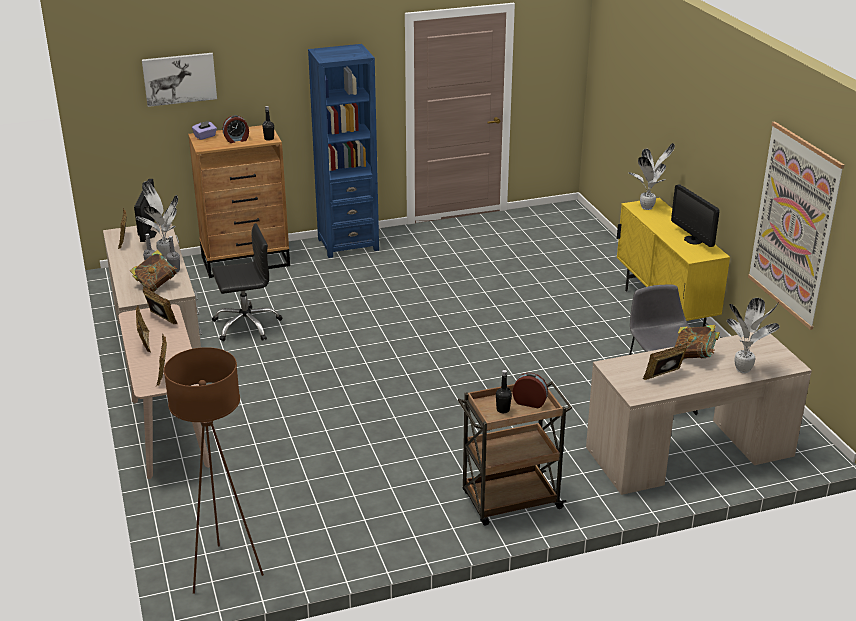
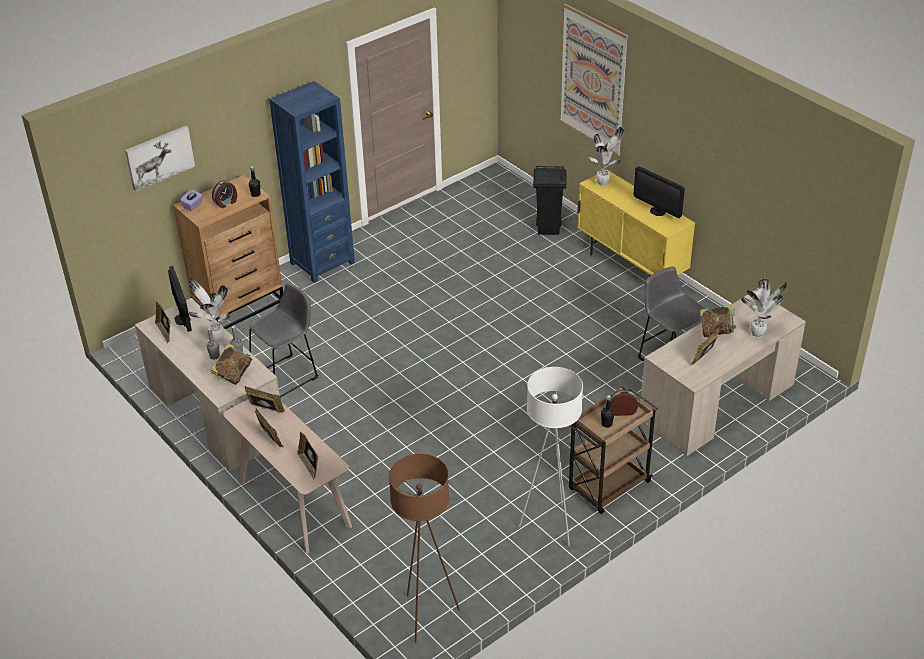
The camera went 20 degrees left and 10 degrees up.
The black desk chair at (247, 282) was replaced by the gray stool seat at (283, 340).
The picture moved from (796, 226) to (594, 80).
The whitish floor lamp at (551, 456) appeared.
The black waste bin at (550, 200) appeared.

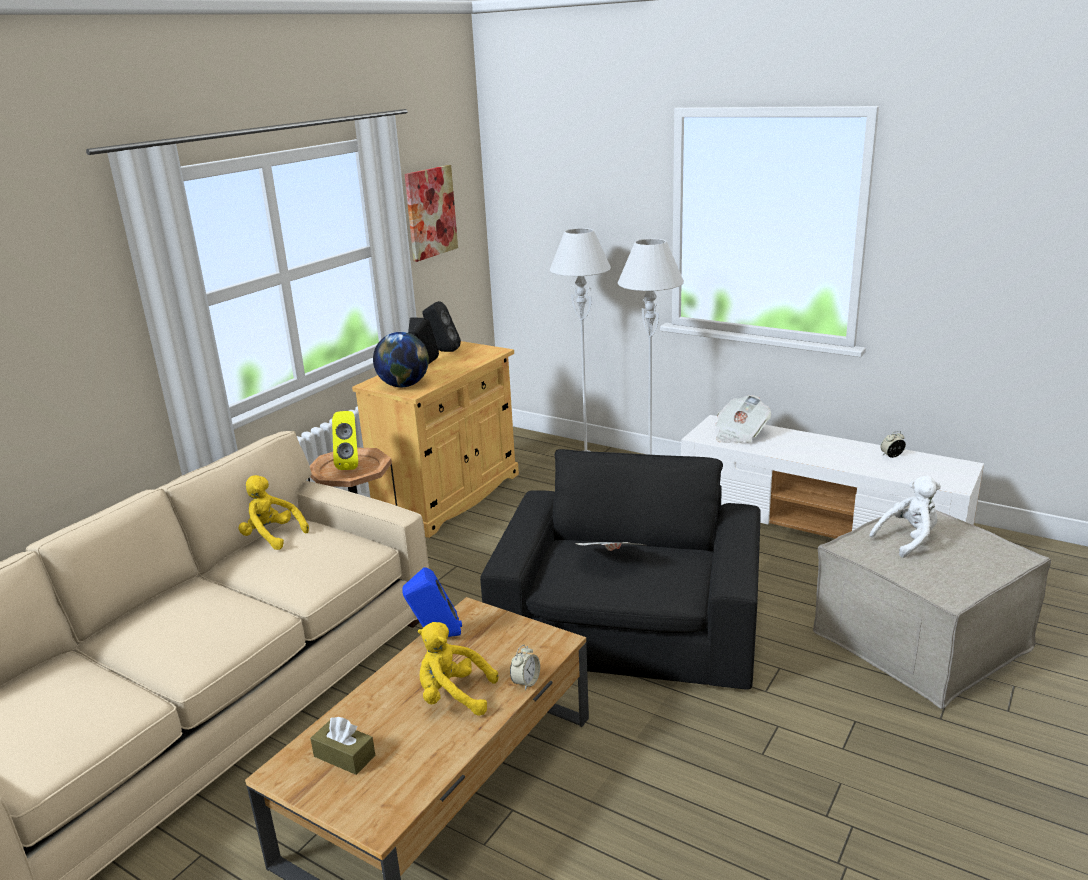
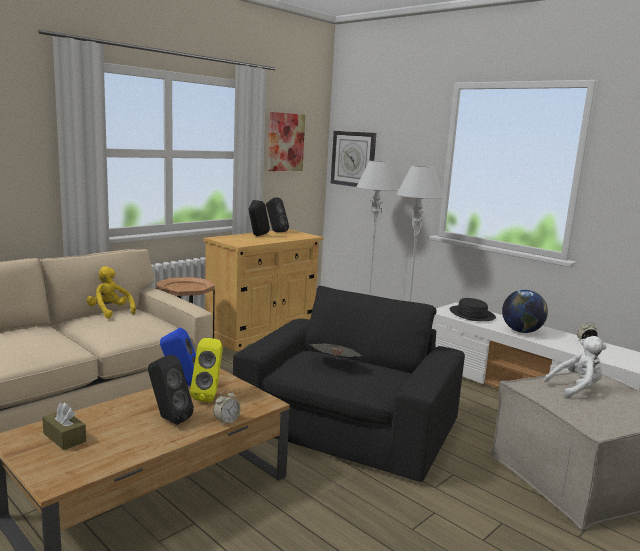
The camera went 10 degrees right and 10 degrees down.
The yellow-coloured speaker moved from (345, 440) to (206, 370).
The world globe moved from (401, 359) to (525, 311).
The yellow-coloured plush toy at (458, 669) was replaced by the black speaker at (171, 390).
The daily paper at (743, 419) was replaced by the black hat at (473, 309).
The clock on the wall at (353, 159) appeared.

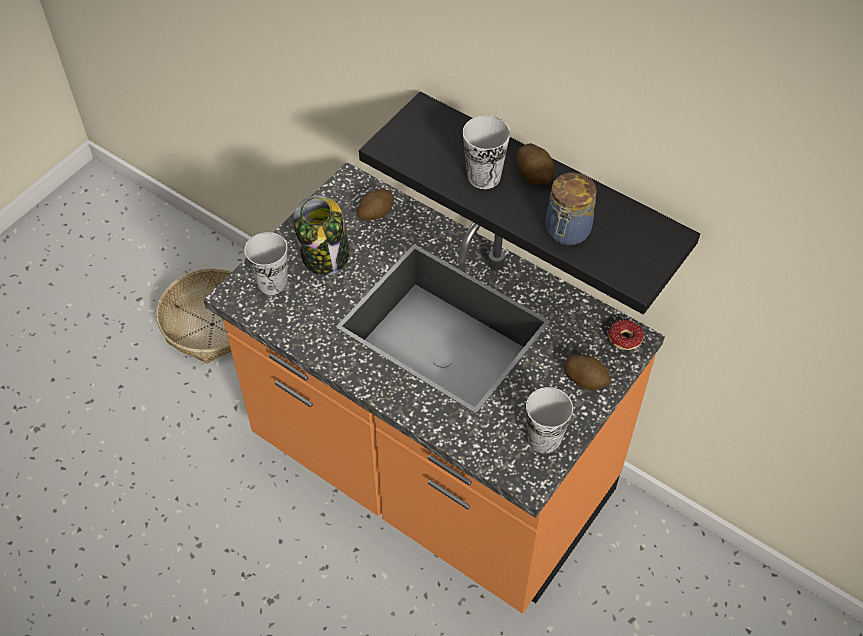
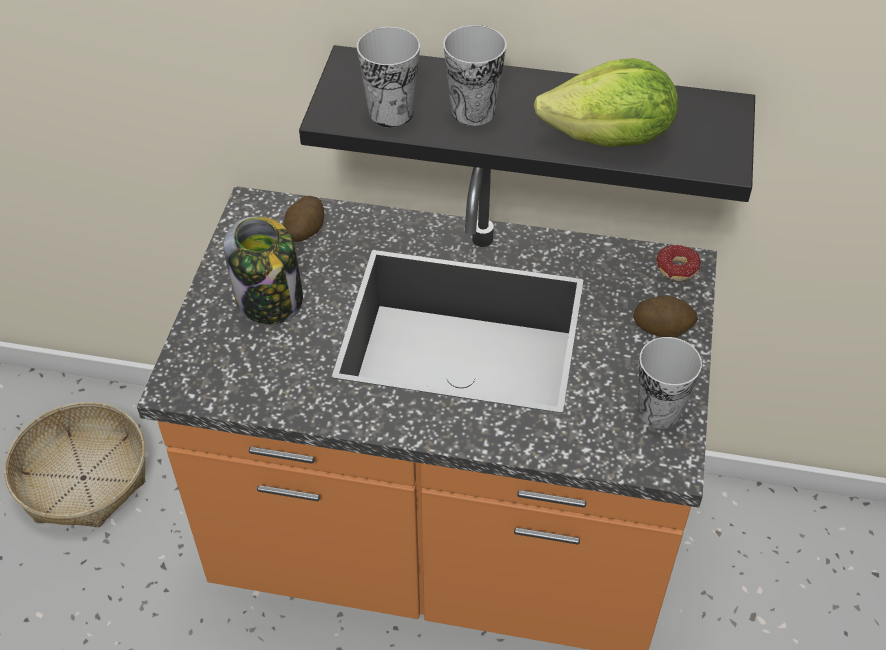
The camera went 25 degrees left and 5 degrees down.
The small cup moved from (266, 264) to (388, 77).
The potato at (535, 163) disappeared.
The preserve jar at (571, 209) was replaced by the lettuce at (606, 102).

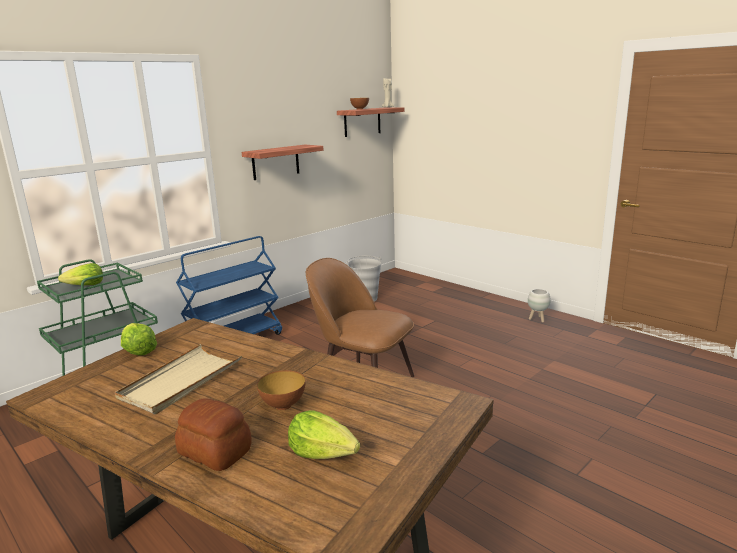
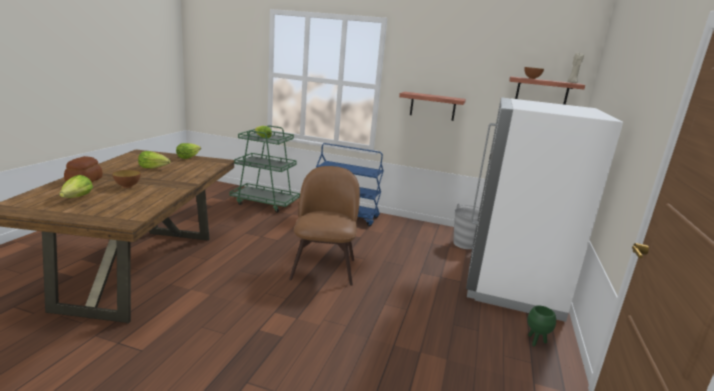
The camera went 60 degrees right and 0 degrees up.
The sand-coloured carrying tray at (178, 379) was replaced by the lettuce at (154, 159).
The whitish plant pot at (539, 305) became the green plant pot at (541, 326).
The whitish fridge at (544, 209) appeared.

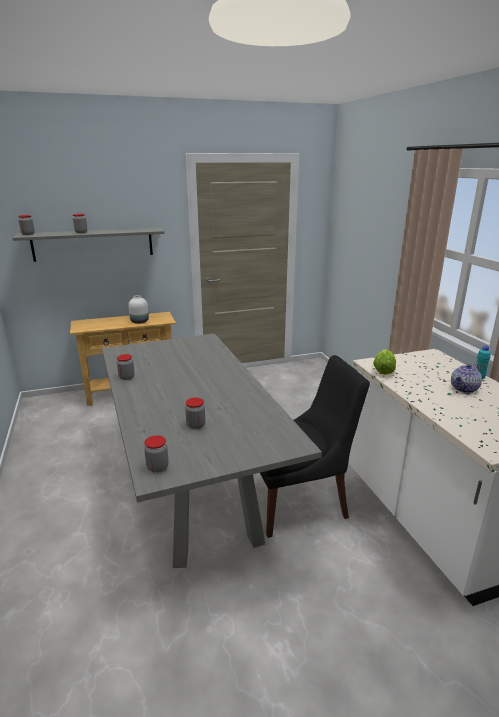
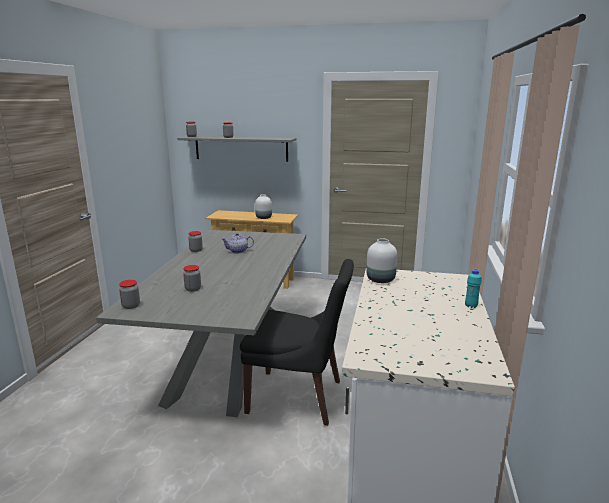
The camera went 30 degrees right and 5 degrees down.
The lettuce at (384, 362) was replaced by the whitish vase at (381, 260).
The tea pot moved from (466, 378) to (237, 243).

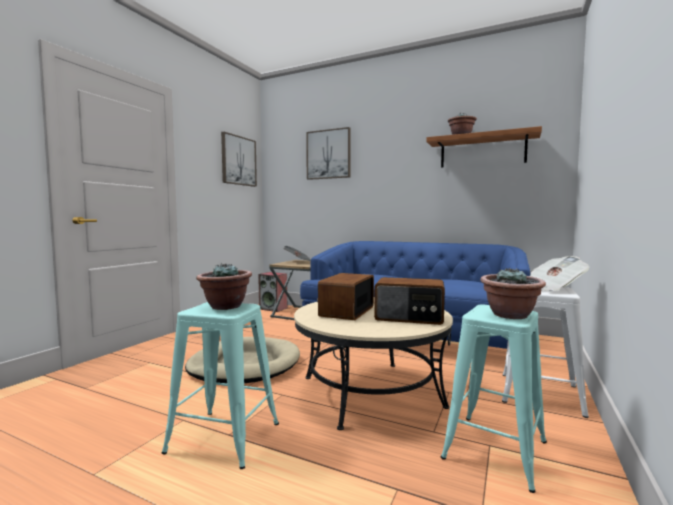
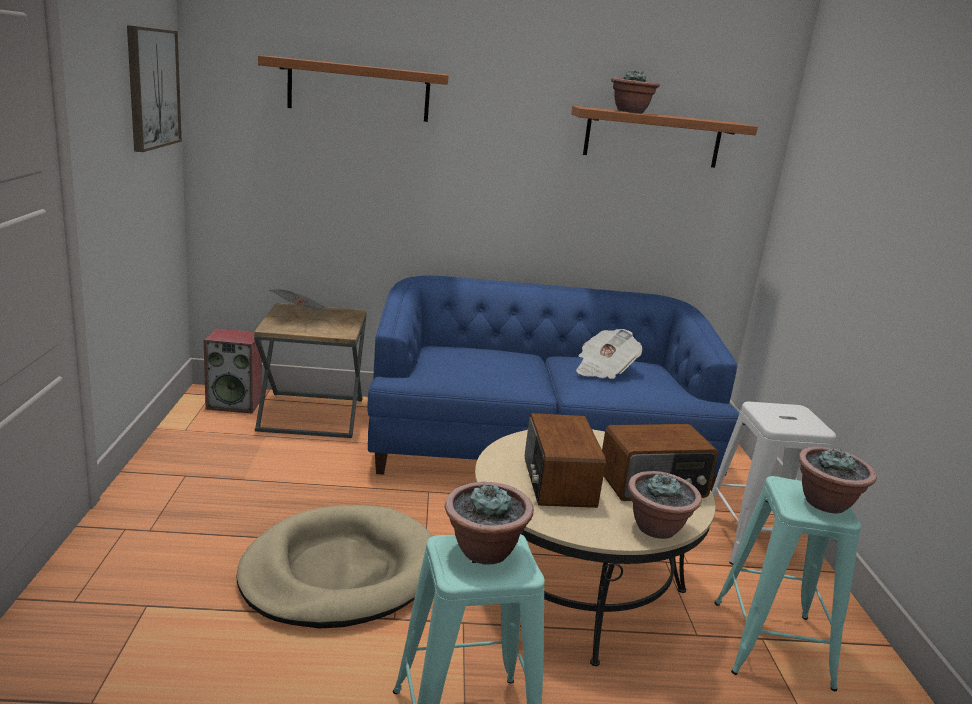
The camera went 30 degrees left and 15 degrees up.
The picture at (328, 153) was replaced by the wall shelf at (353, 88).
The daily paper moved from (559, 273) to (609, 354).
The plant in a pot at (665, 505) appeared.

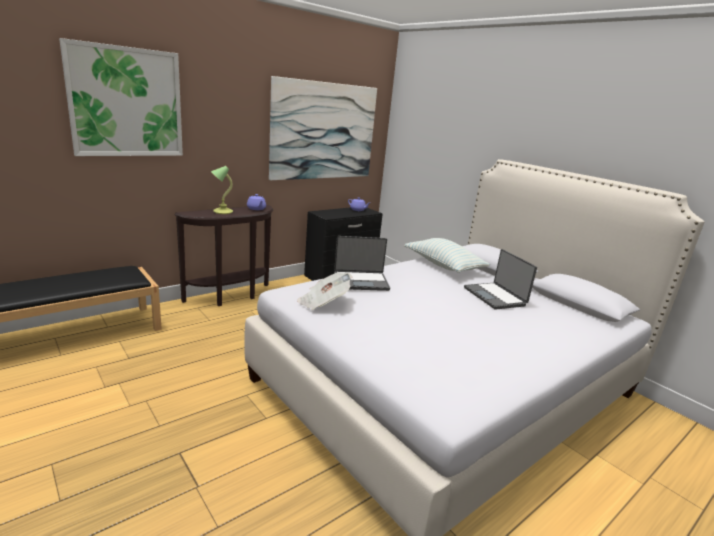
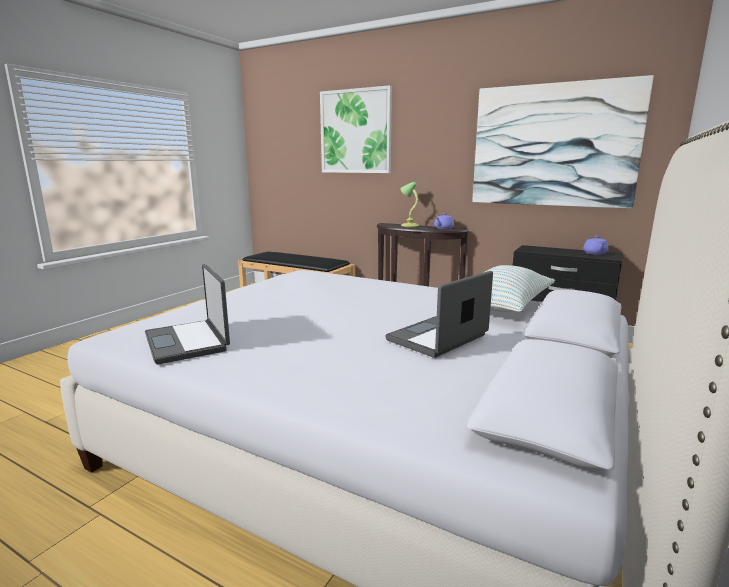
The camera went 70 degrees right and 5 degrees down.
The daily paper at (325, 291) disappeared.
The portable computer moved from (362, 263) to (187, 314).

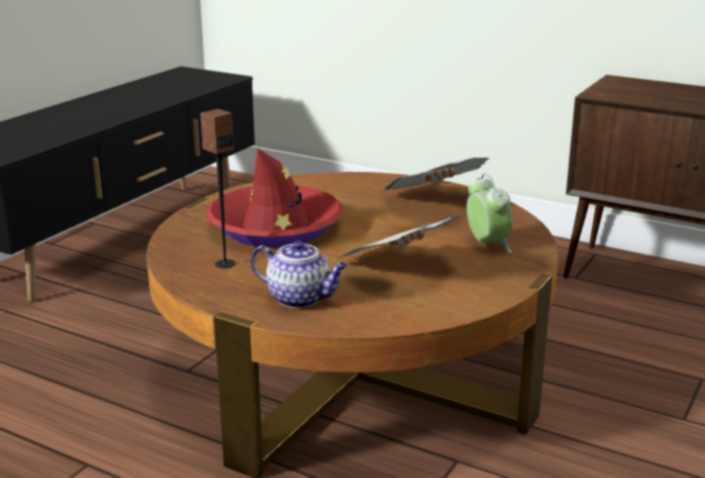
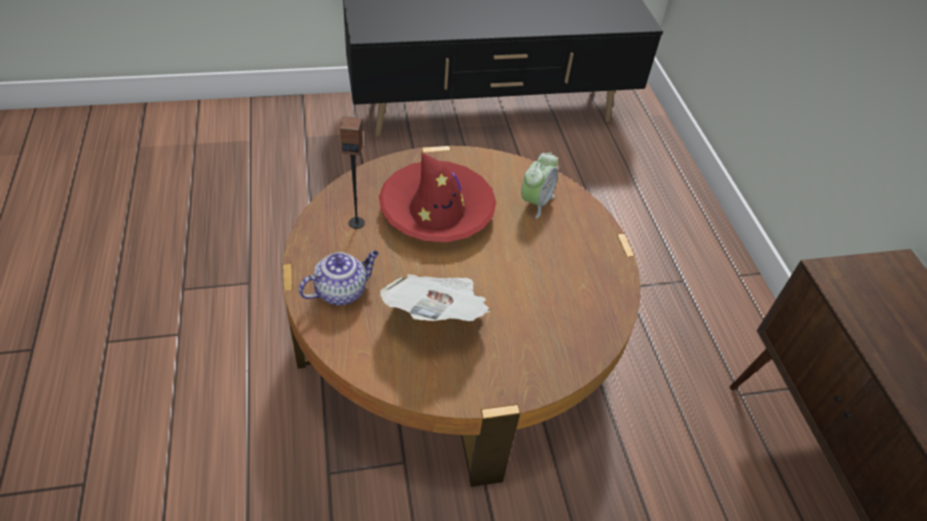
The camera went 45 degrees right and 25 degrees up.
The tea pot at (299, 274) turned 105 degrees counterclockwise.
The daily paper at (435, 174) disappeared.
The bedside clock moved from (490, 213) to (539, 185).

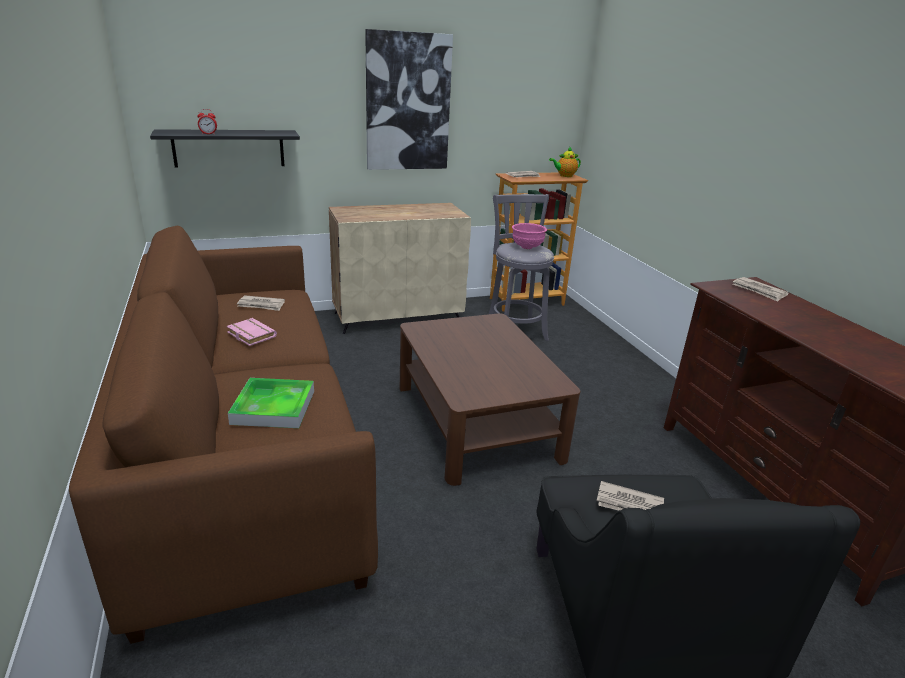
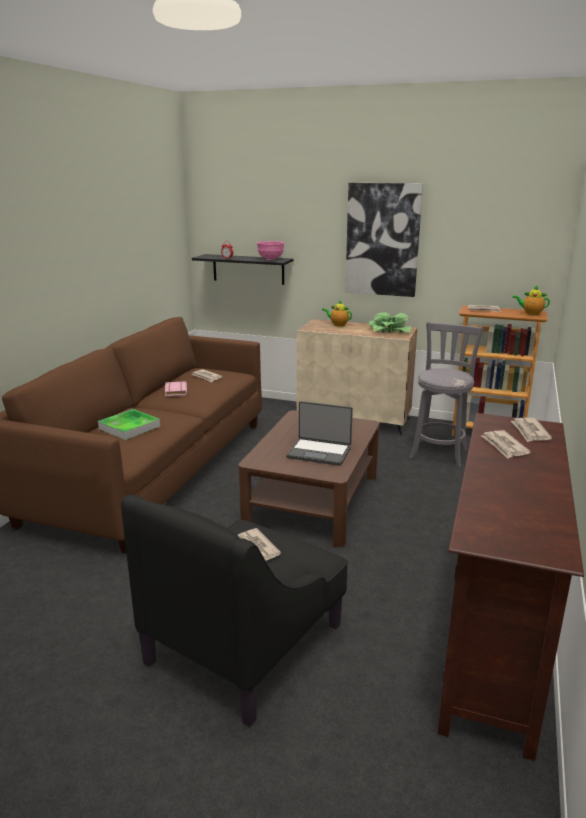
The camera went 40 degrees right and 5 degrees down.
The pink deep dish moved from (529, 236) to (270, 250).
The portable computer at (319, 433) appeared.
The tea pot at (337, 313) appeared.
The plant in a pot at (390, 322) appeared.
The daily paper at (506, 444) appeared.

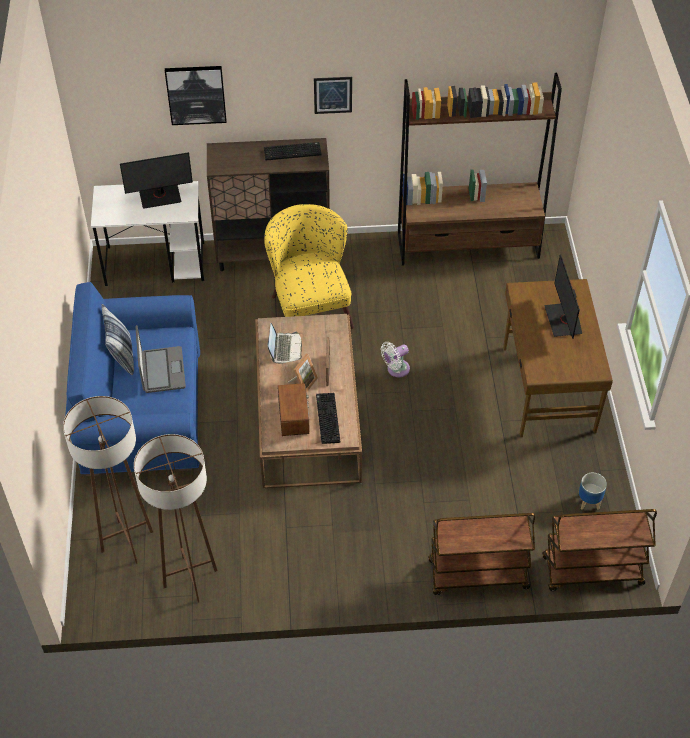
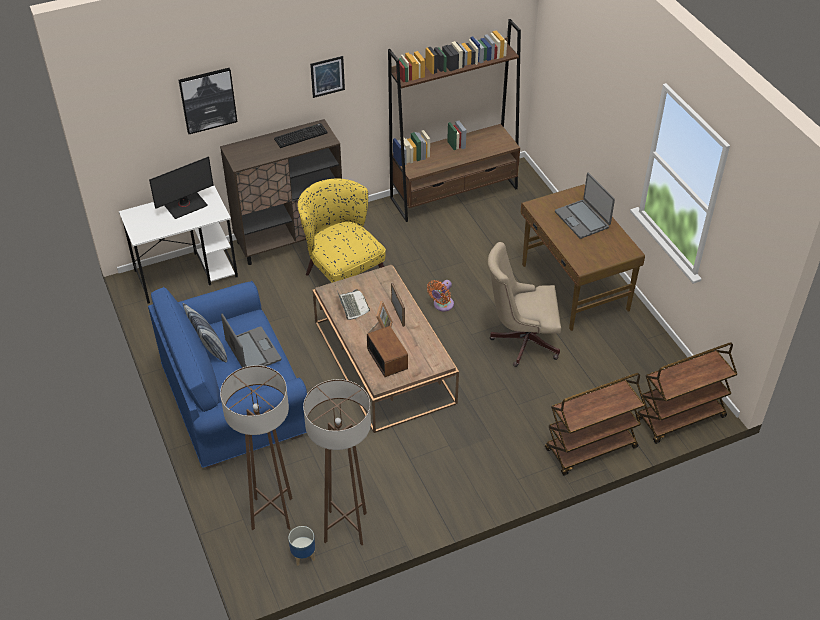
The camera went 20 degrees left and 5 degrees down.
The computer keyboard at (328, 418) disappeared.
The whitish fan at (395, 359) became the orange fan at (440, 295).
The monitor at (563, 297) was replaced by the portable computer at (585, 206).
The plant pot moved from (593, 491) to (301, 546).
The sand-coloured desk chair at (524, 304) appeared.

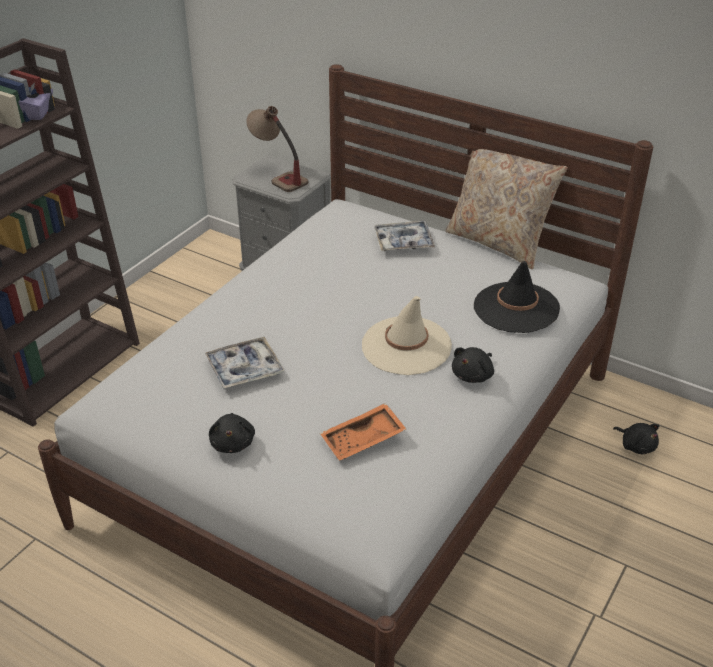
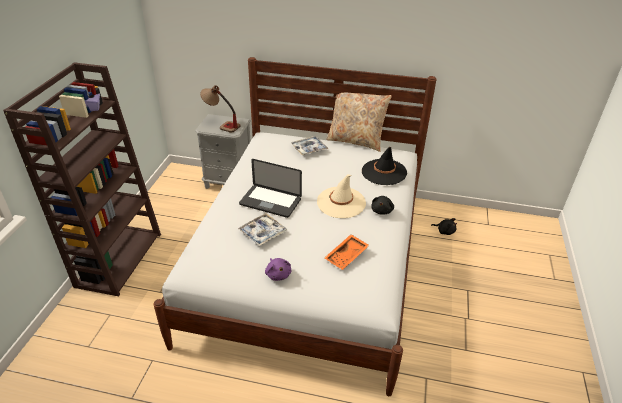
The camera went 20 degrees left and 0 degrees up.
The black plush toy at (232, 433) became the purplish plush toy at (278, 269).
The portable computer at (270, 188) appeared.

